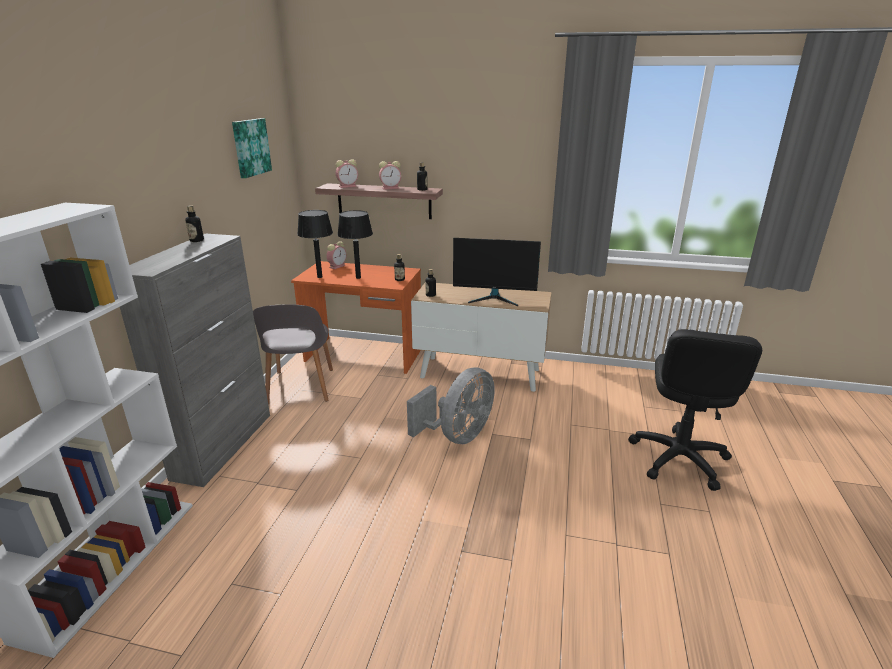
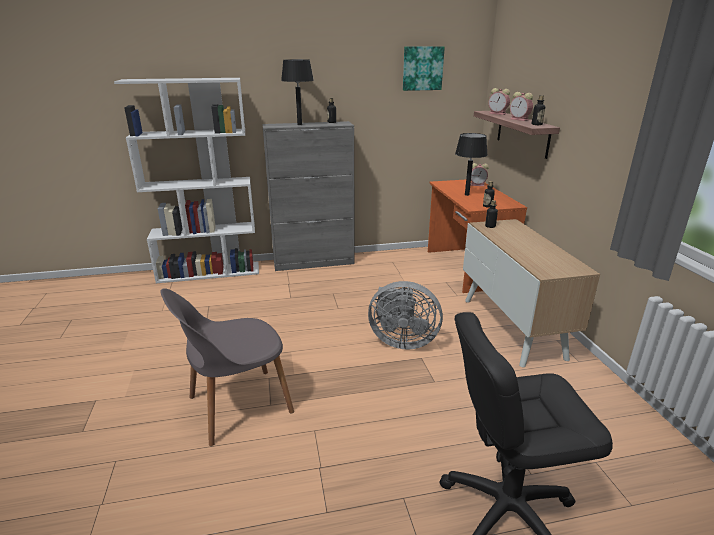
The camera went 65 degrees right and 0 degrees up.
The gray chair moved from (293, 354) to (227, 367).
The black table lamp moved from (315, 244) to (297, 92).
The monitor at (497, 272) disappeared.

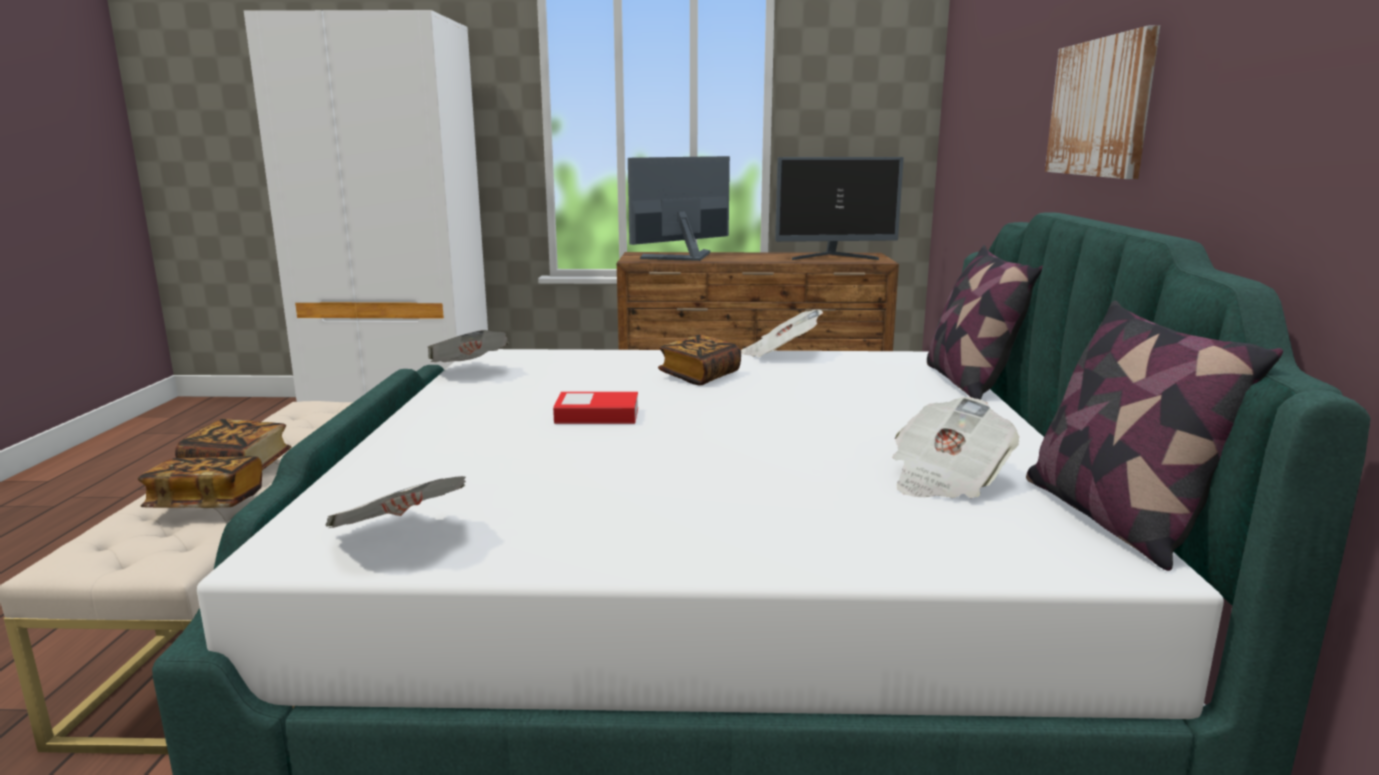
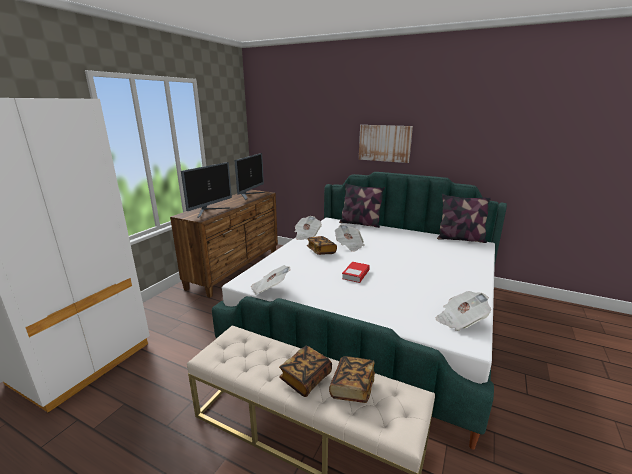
The camera went 65 degrees left and 5 degrees up.
The monitor at (679, 208) turned 135 degrees counterclockwise.
The daily paper moved from (956, 447) to (350, 238).

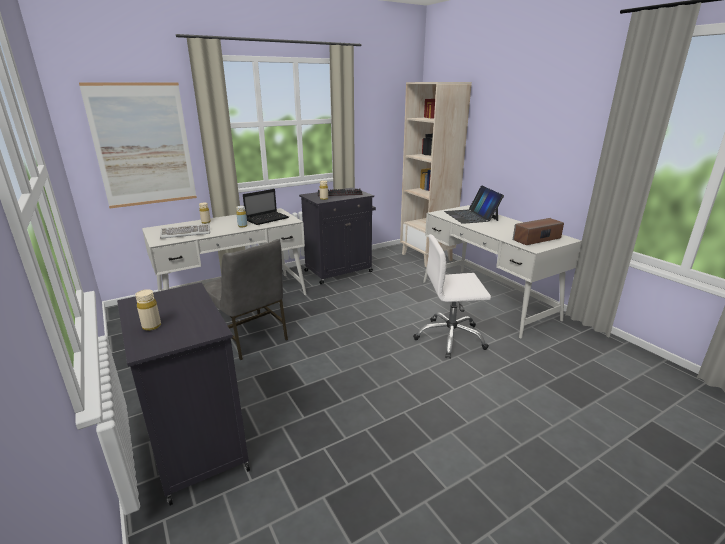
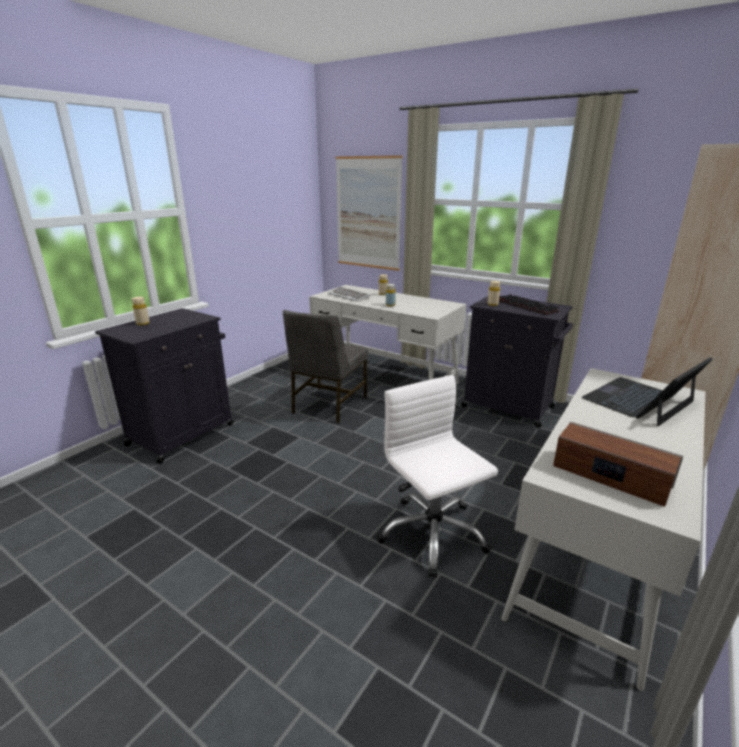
The camera went 65 degrees right and 0 degrees up.
The portable computer at (266, 207) disappeared.

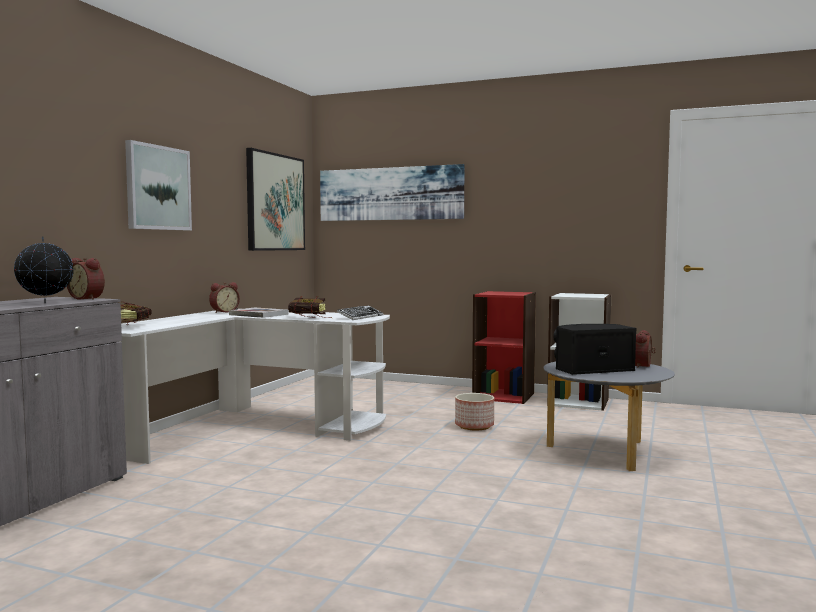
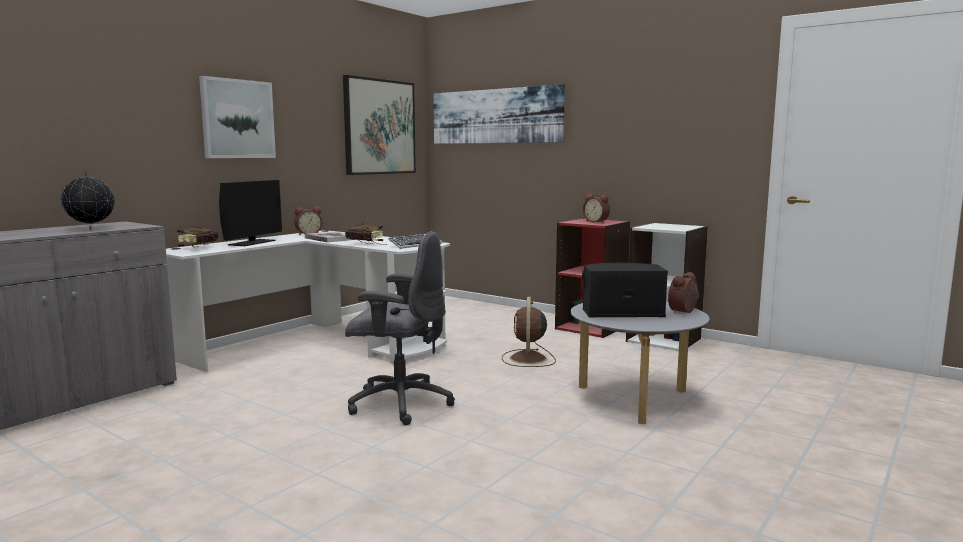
The camera went 15 degrees right and 5 degrees up.
The bedside clock moved from (86, 279) to (596, 208).
The plant pot at (474, 412) was replaced by the brown fan at (529, 332).
The monitor at (250, 213) appeared.
The gray desk chair at (400, 328) appeared.

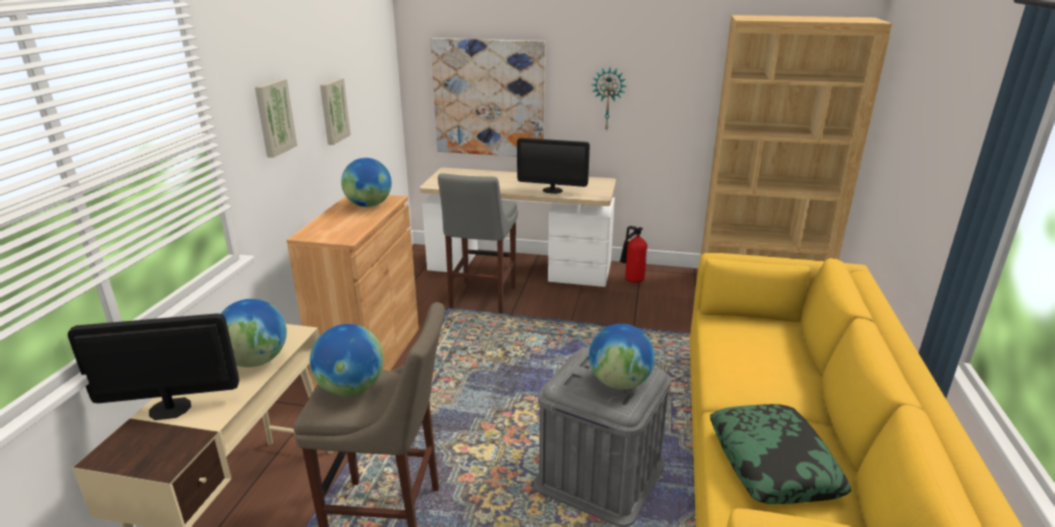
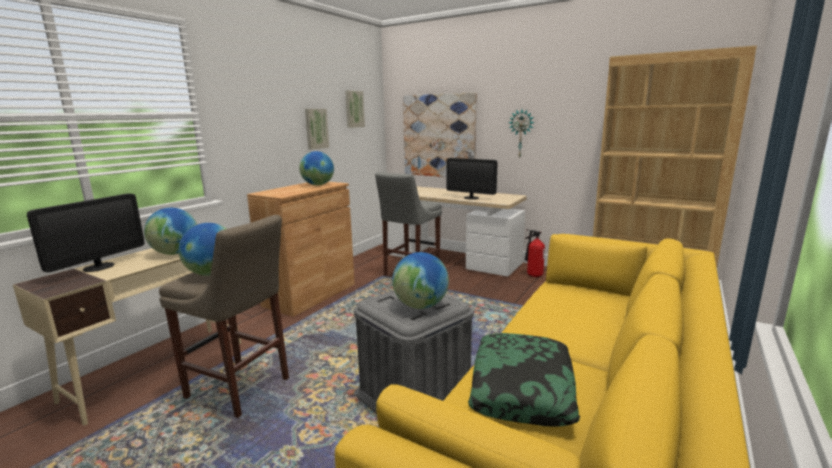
The camera went 20 degrees right and 10 degrees down.
The monitor at (153, 366) turned 105 degrees clockwise.
The picture moved from (276, 118) to (355, 109).

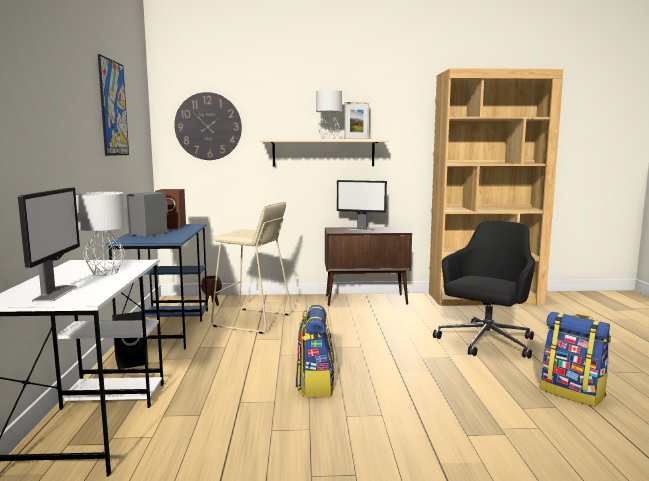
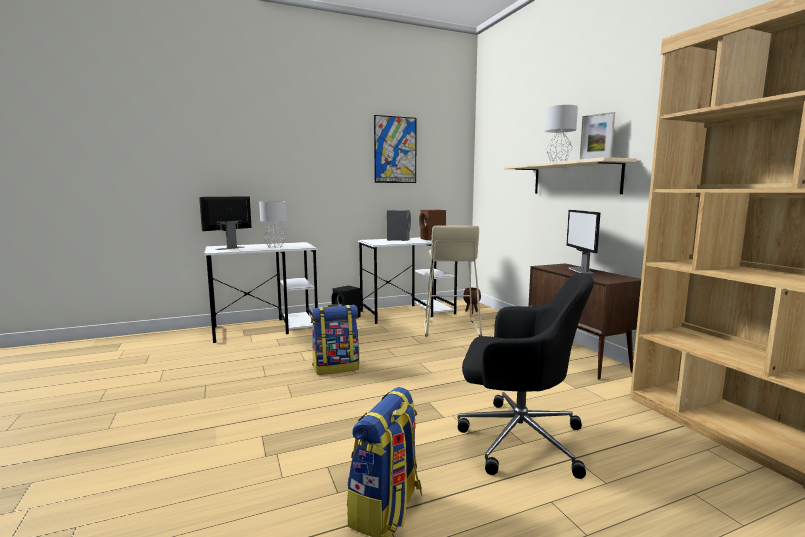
The camera went 70 degrees right and 0 degrees up.
The monitor at (49, 244) turned 150 degrees clockwise.
The bluish desk unit at (157, 286) became the whitish desk unit at (407, 280).
The clock on the wall at (208, 126) disappeared.

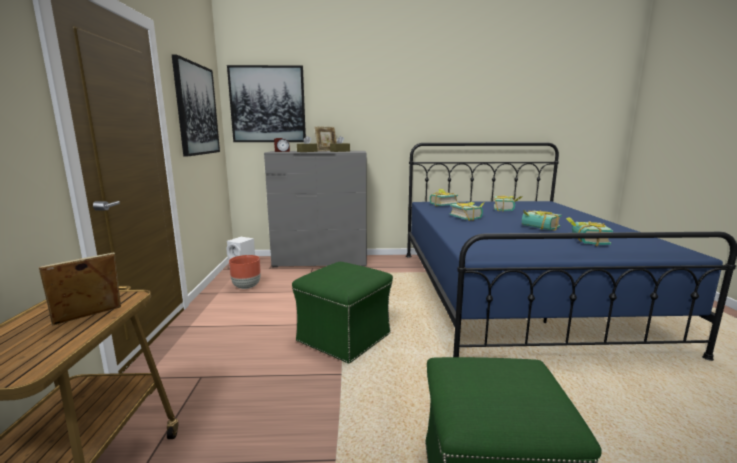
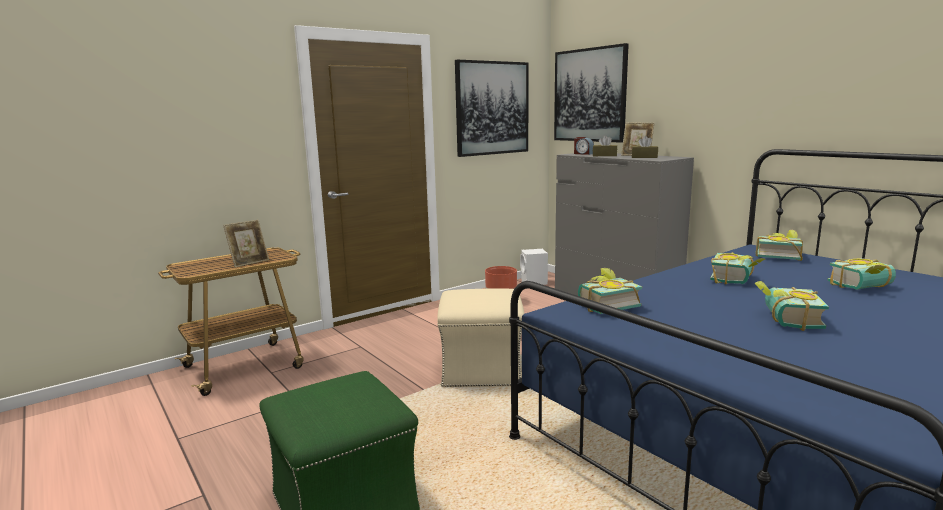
The camera went 55 degrees right and 0 degrees up.
The standing frame at (79, 289) turned 120 degrees clockwise.
The green ottoman at (342, 313) became the sand-coloured ottoman at (481, 338).
The book moved from (589, 231) to (610, 291).

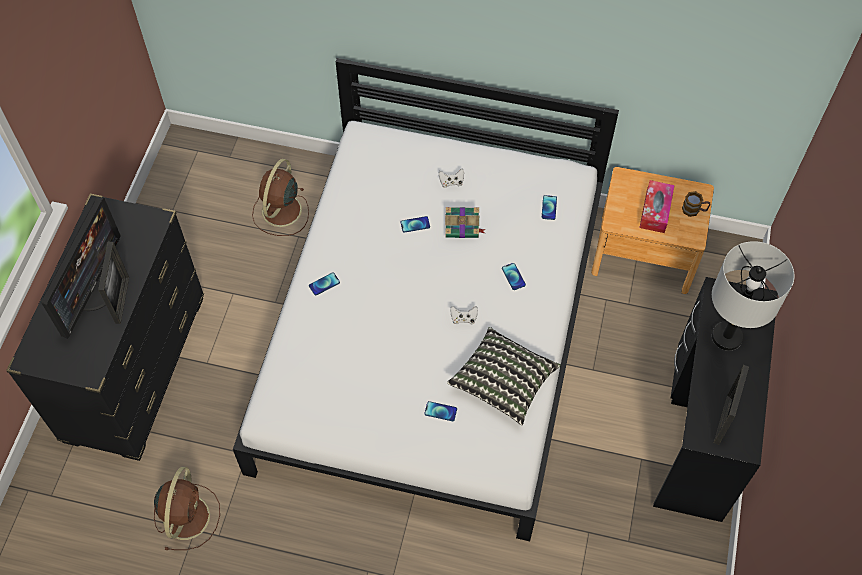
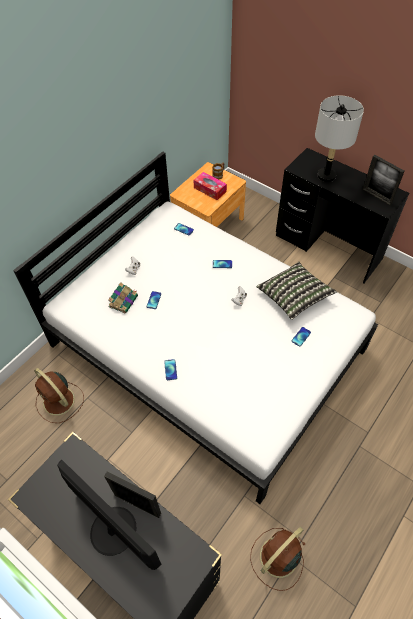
The camera went 65 degrees left and 5 degrees down.
The brown fan at (187, 508) turned 75 degrees counterclockwise.
The book moved from (465, 222) to (123, 297).

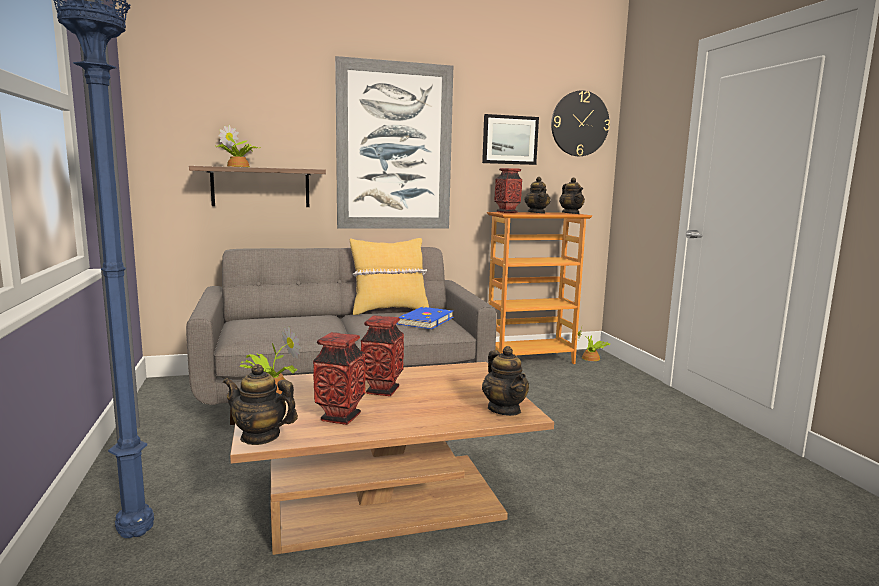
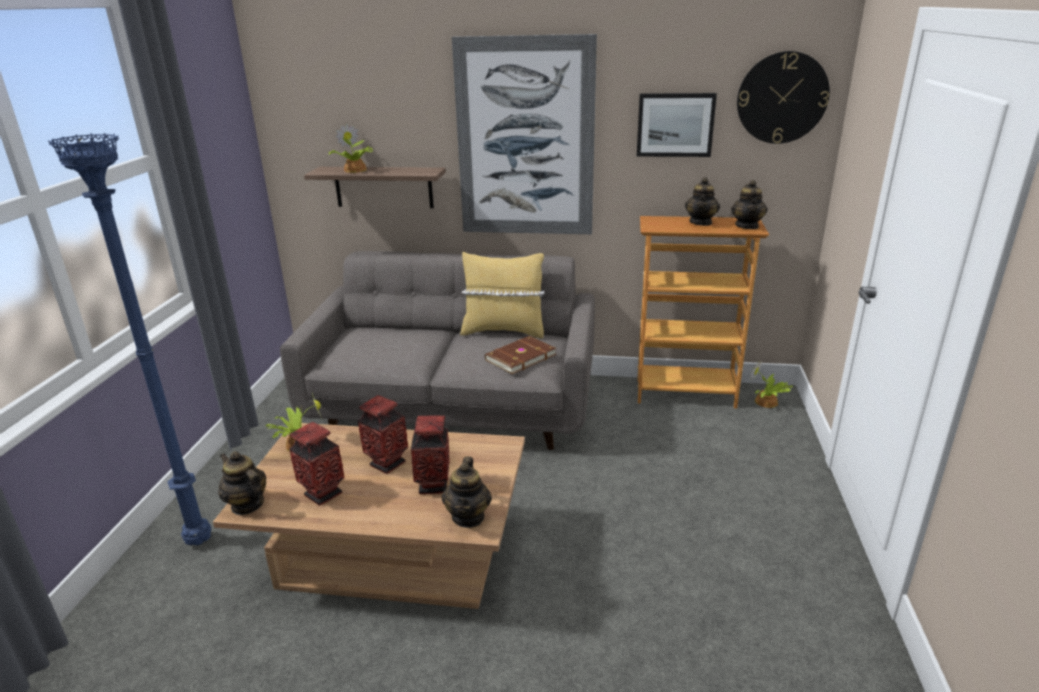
The camera went 25 degrees right and 15 degrees up.
The bluish book at (425, 318) became the brown book at (520, 355).
The vase moved from (508, 190) to (430, 454).

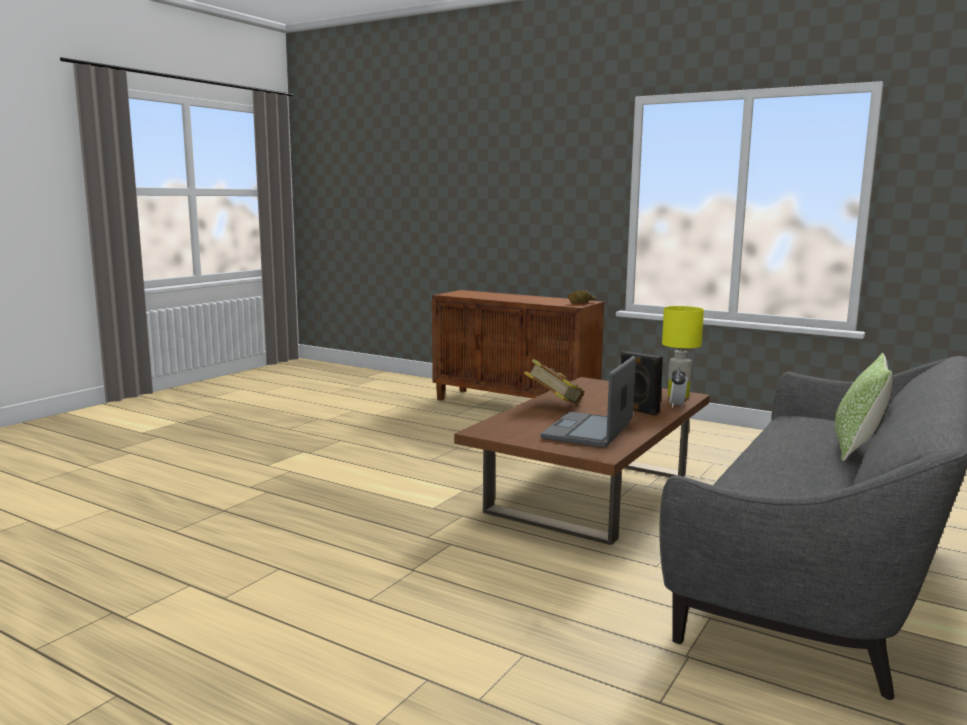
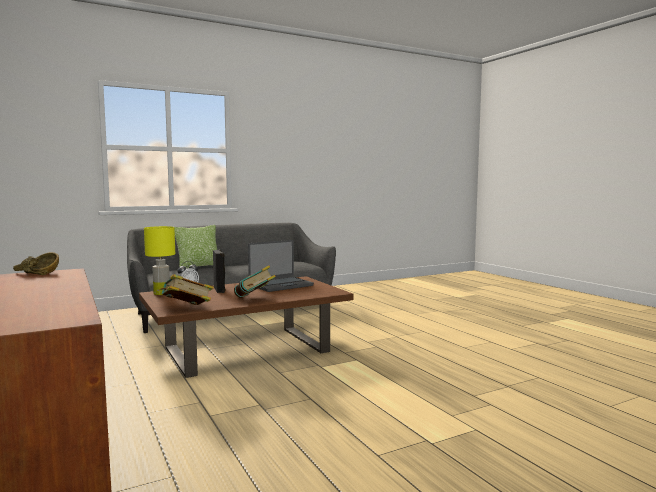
The camera went 150 degrees left and 5 degrees down.
The book at (186, 289) appeared.

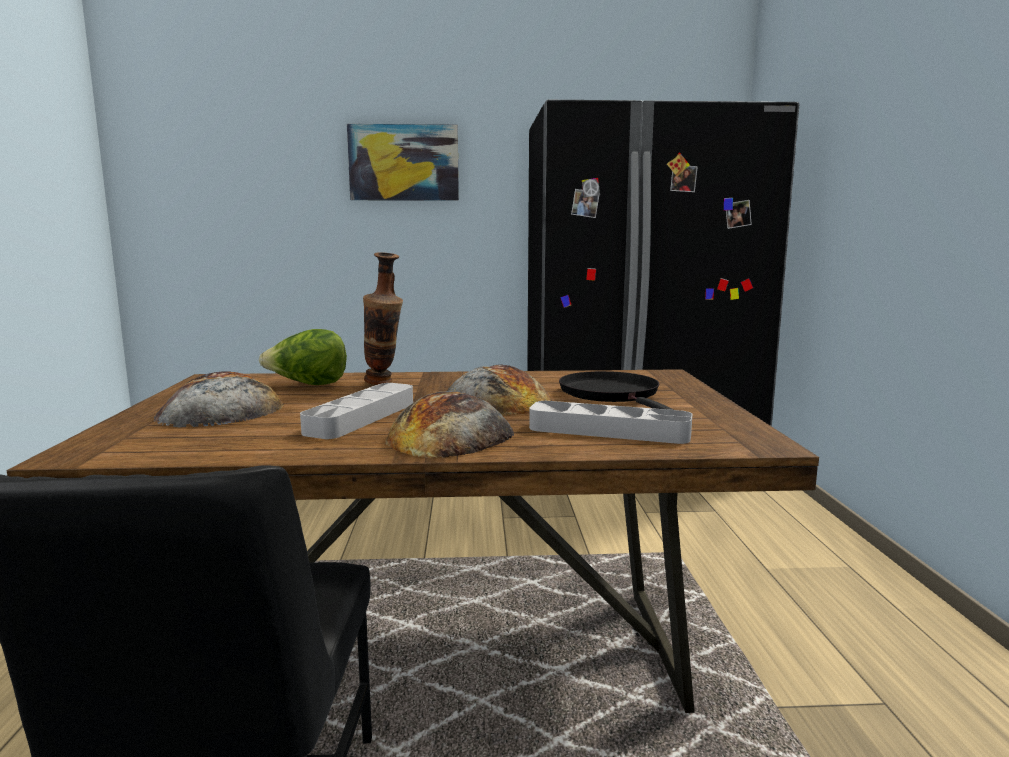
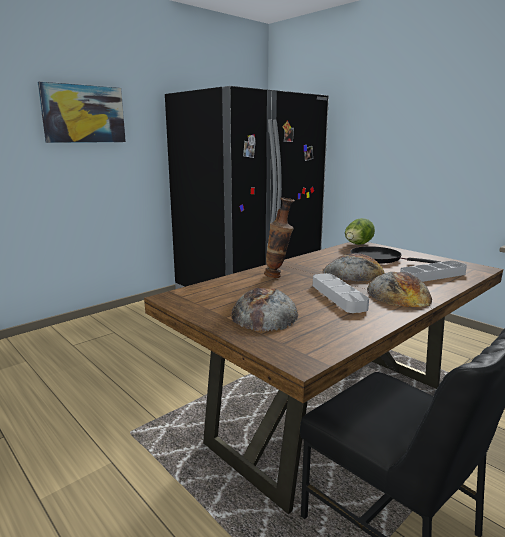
The camera went 40 degrees left and 5 degrees up.
The lettuce moved from (303, 357) to (360, 231).

